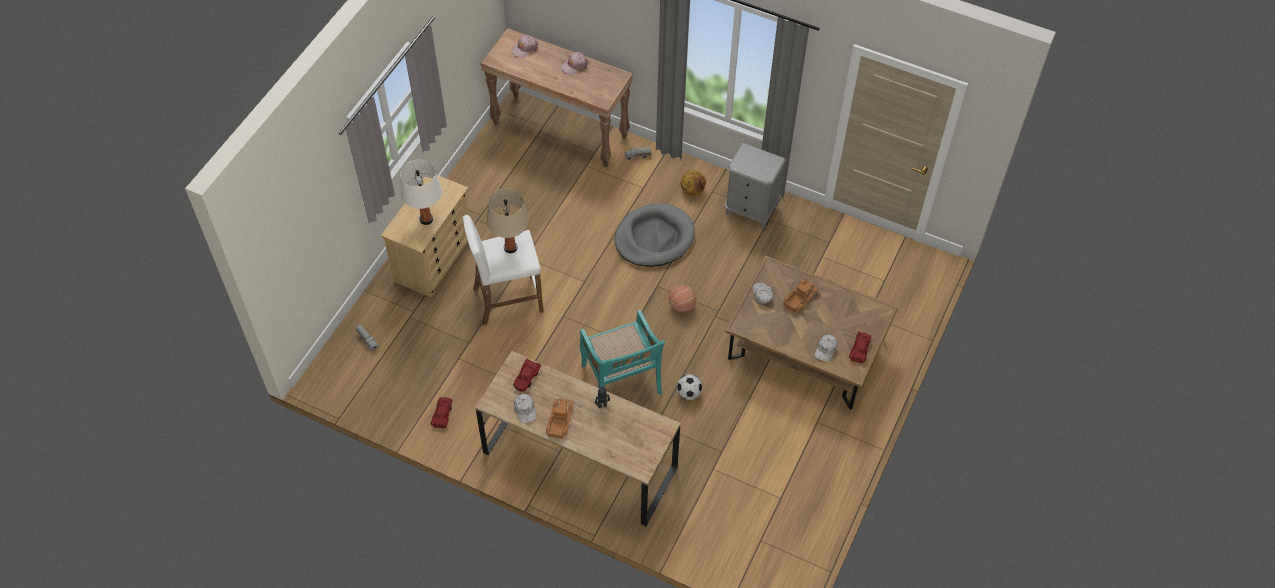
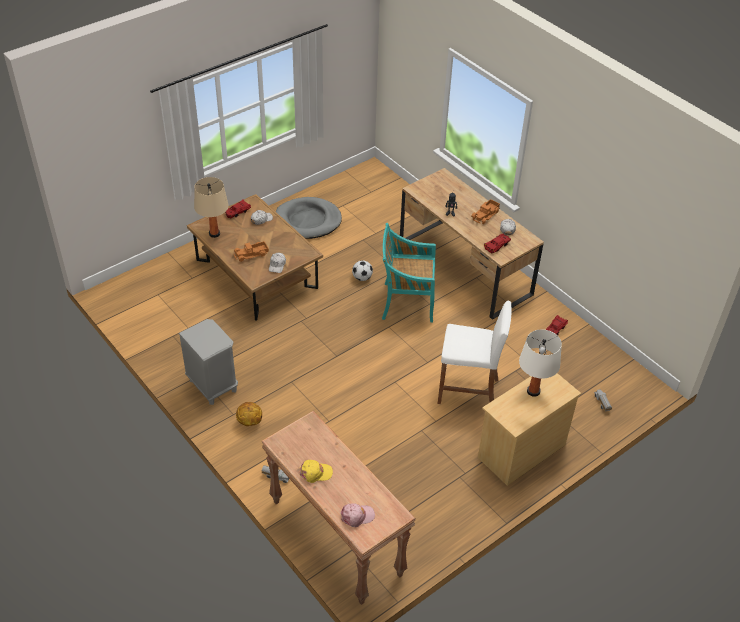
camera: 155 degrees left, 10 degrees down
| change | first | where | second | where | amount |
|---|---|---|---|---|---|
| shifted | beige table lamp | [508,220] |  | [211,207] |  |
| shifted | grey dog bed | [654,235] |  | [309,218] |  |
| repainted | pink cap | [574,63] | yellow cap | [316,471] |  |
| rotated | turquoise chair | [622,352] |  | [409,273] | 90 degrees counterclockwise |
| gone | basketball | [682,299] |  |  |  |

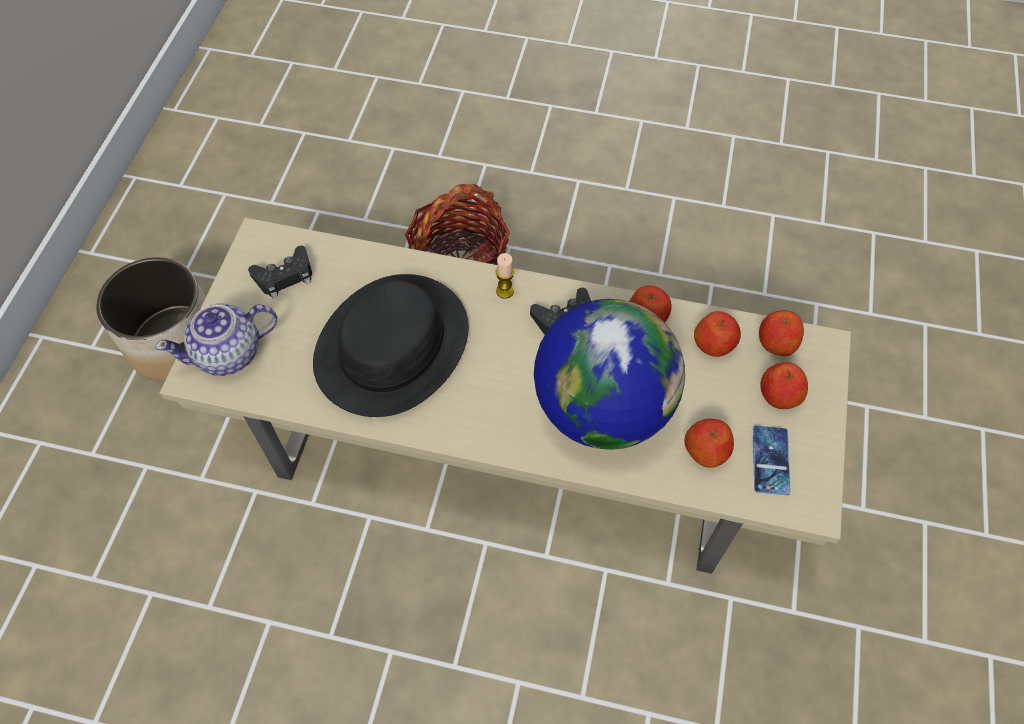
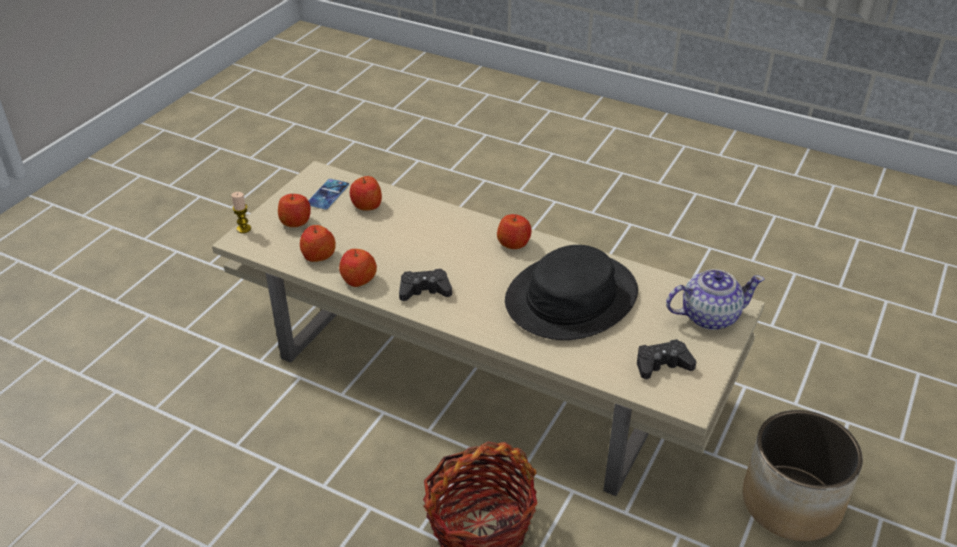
camera: 165 degrees left, 20 degrees down
| change | first | where | second | where | amount |
|---|---|---|---|---|---|
| shifted | candle | [505,276] |  | [241,212] |  |
| shifted | apple | [781,333] |  | [514,231] |  |
| gone | globe | [609,374] |  |  |  |

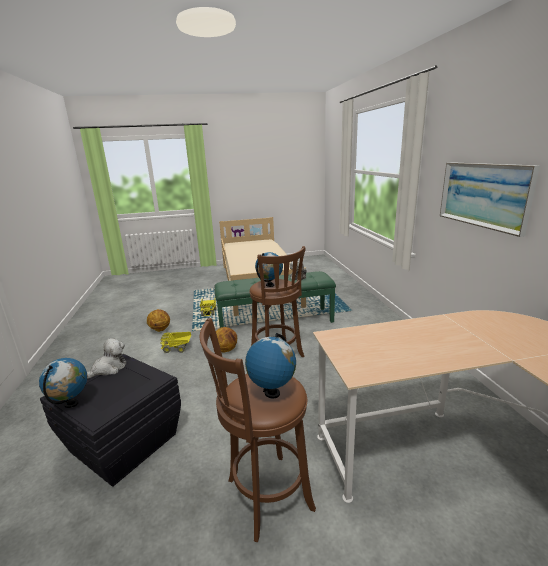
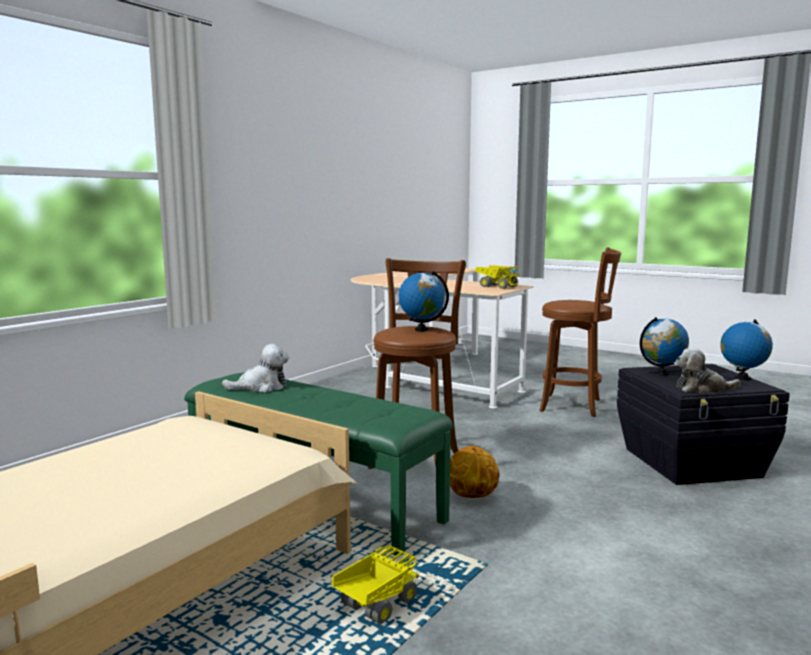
camera: 135 degrees left, 10 degrees down
| change | first | where | second | where | amount |
|---|---|---|---|---|---|
| shifted | toy truck | [175,342] |  | [497,277] |  |
| shifted | globe | [270,365] |  | [664,346] |  |
| gone | basketball | [158,320] |  |  |  |
| gone | picture | [490,199] |  |  |  |

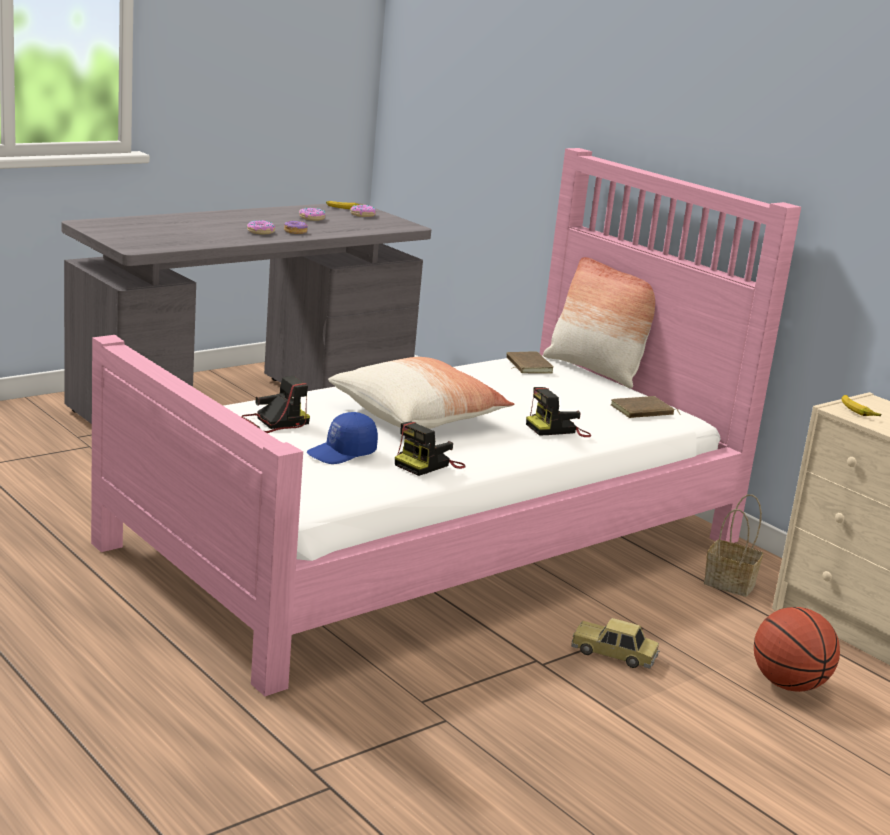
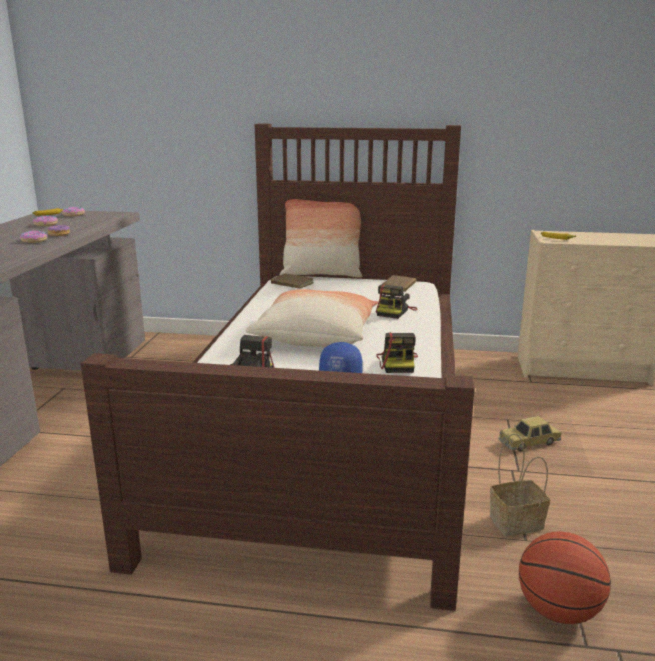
camera: 40 degrees left, 0 degrees up
| change | first | where | second | where | amount |
|---|---|---|---|---|---|
| repainted | pink bed | [446,422] | brown bed | [278,367] |  |
| shifted | basket | [733,545] |  | [520,484] |  |
| shifted | basketball | [797,649] |  | [565,578] |  |

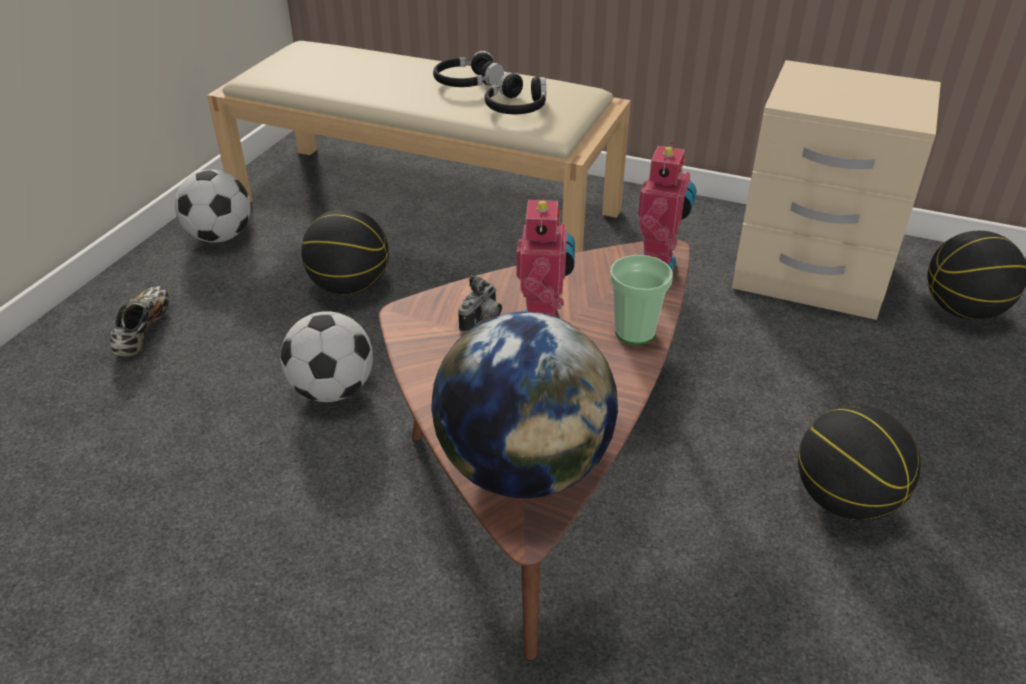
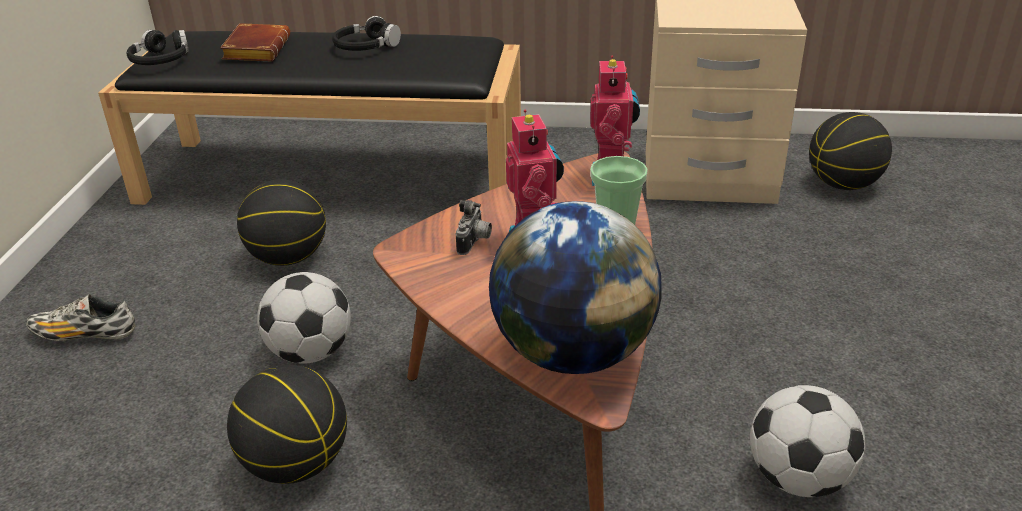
camera: 15 degrees left, 5 degrees down
| change | first | where | second | where | amount |
|---|---|---|---|---|---|
| rotated | shoe | [139,321] |  | [81,317] | 75 degrees counterclockwise |
| repainted | beige bench | [419,147] | black bench | [309,118] |  |
| shifted | black headphones | [515,93] |  | [158,47] |  |
| new |  |  | brown book | [255,42] |  |
| shifted | basketball | [859,463] |  | [287,424] |  |
| shifted | football | [213,206] |  | [807,441] |  |

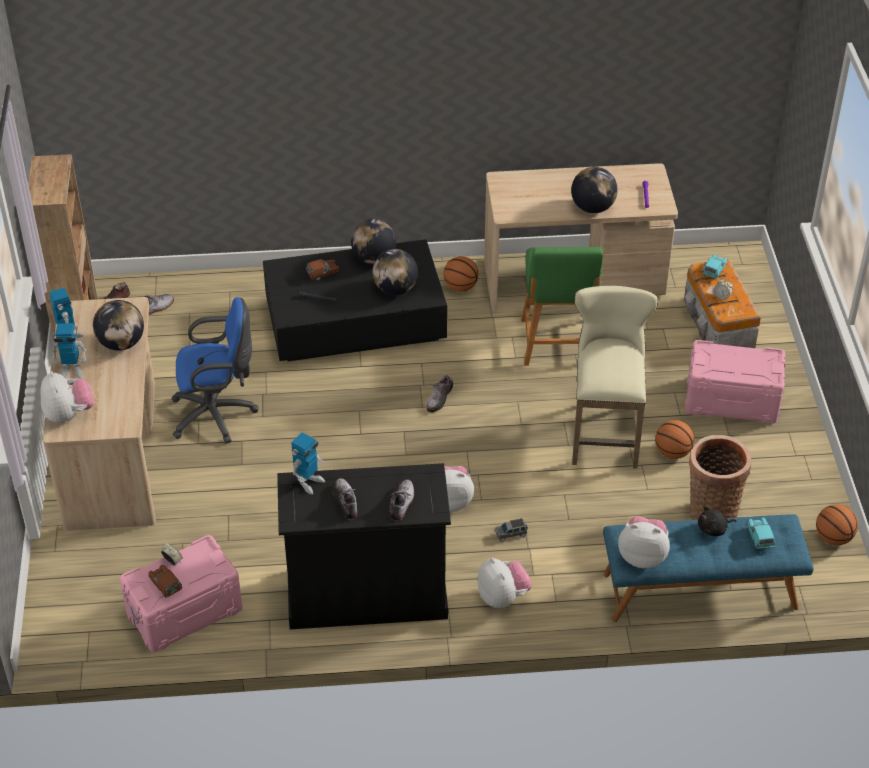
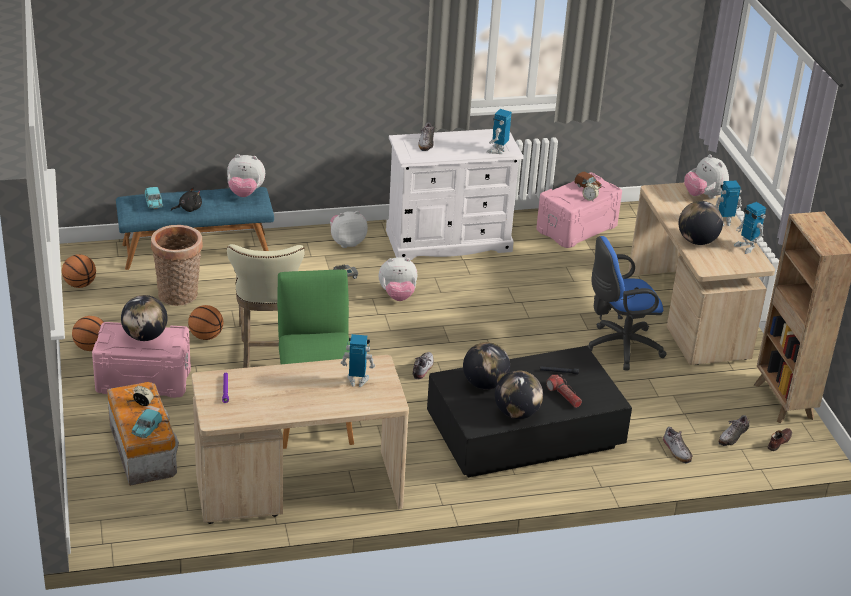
camera: 170 degrees right, 10 degrees down
| change | first | where | second | where | amount |
|---|---|---|---|---|---|
| shifted | basketball | [461,274] |  | [88,333] |  |
| shifted | globe | [594,190] |  | [144,318] |  |
| rotated | plush toy | [504,583] |  | [349,229] | 105 degrees clockwise |
| new |  |  | toy robot | [358,360] |  |
| repainted | black dresser | [364,546] | white dresser | [454,194] |  |
| swapped | brown toy car | [322,269] | flashlight | [564,391] |  |
| shifted | shoe | [344,499] |  | [678,445] |  |

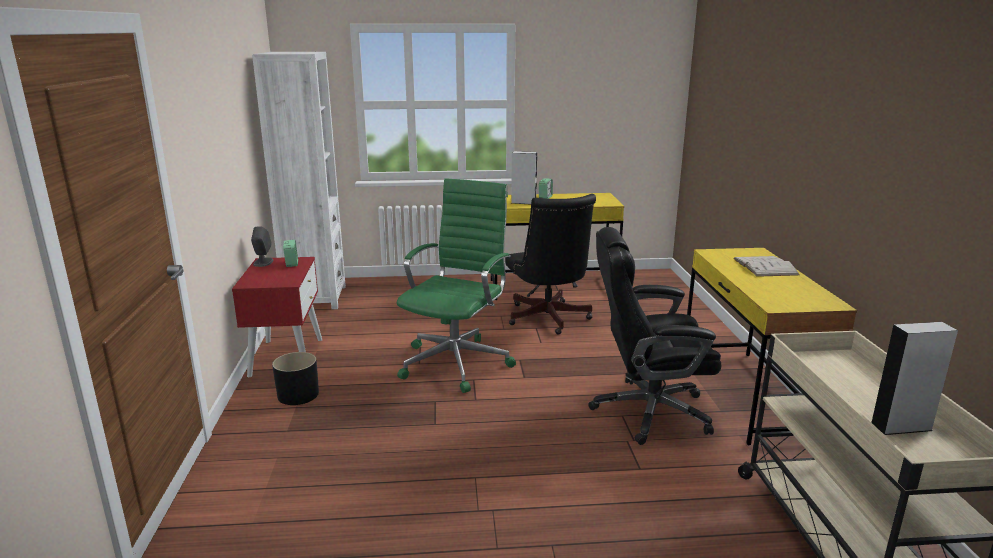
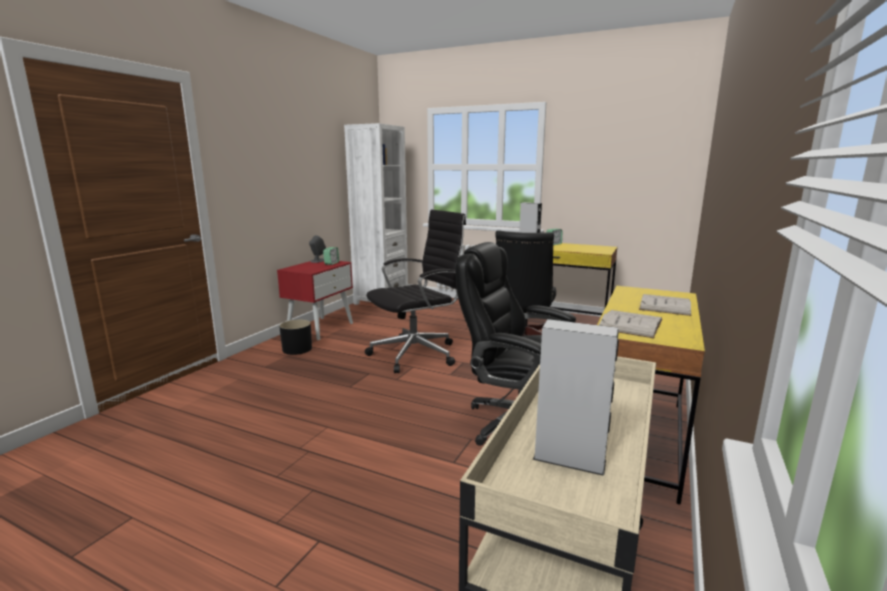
camera: 30 degrees right, 5 degrees down
| change | first | where | second | where | amount |
|---|---|---|---|---|---|
| repainted | green office chair | [456,285] | black office chair | [415,291] |  |
| new |  |  | white book | [630,324] |  |

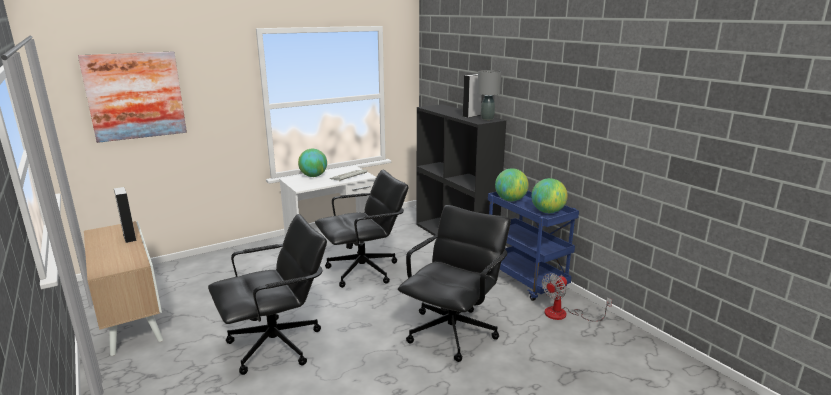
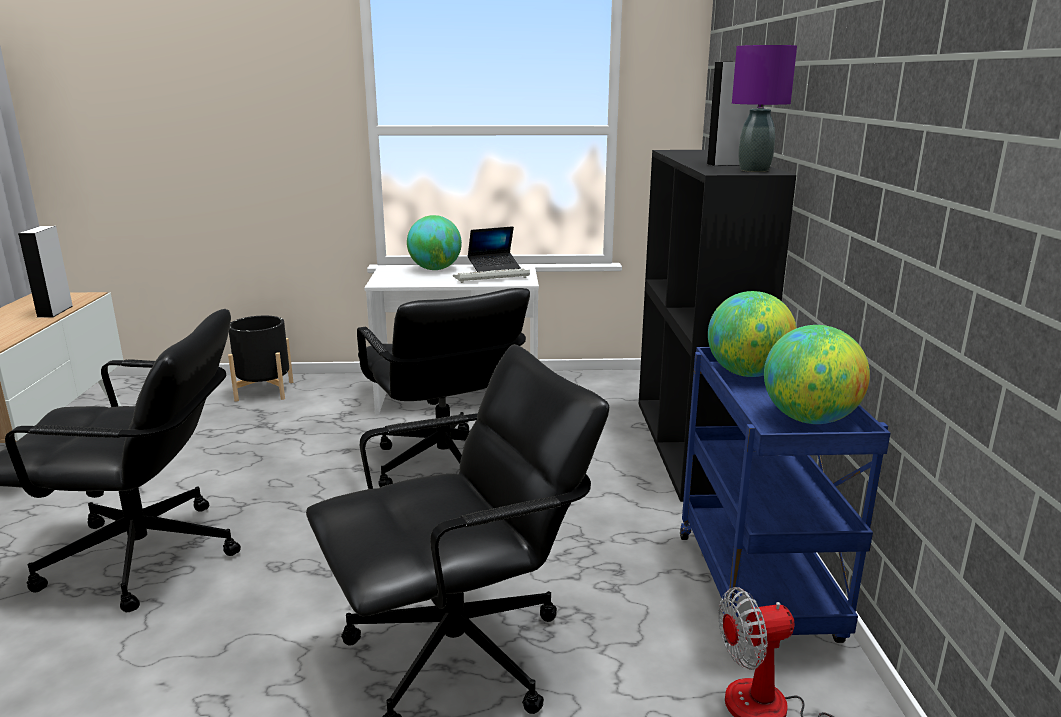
camera: 30 degrees right, 0 degrees up
| change | first | where | second | where | amount |
|---|---|---|---|---|---|
| new |  |  | black planter | [260,359] |  |
| rotated | black office chair | [361,229] |  | [443,387] | 60 degrees clockwise |
| new |  |  | laptop | [494,249] |  |
| repainted | grey table lamp | [489,95] | purple table lamp | [764,108] |  |
| gone | picture | [132,97] |  |  |  |

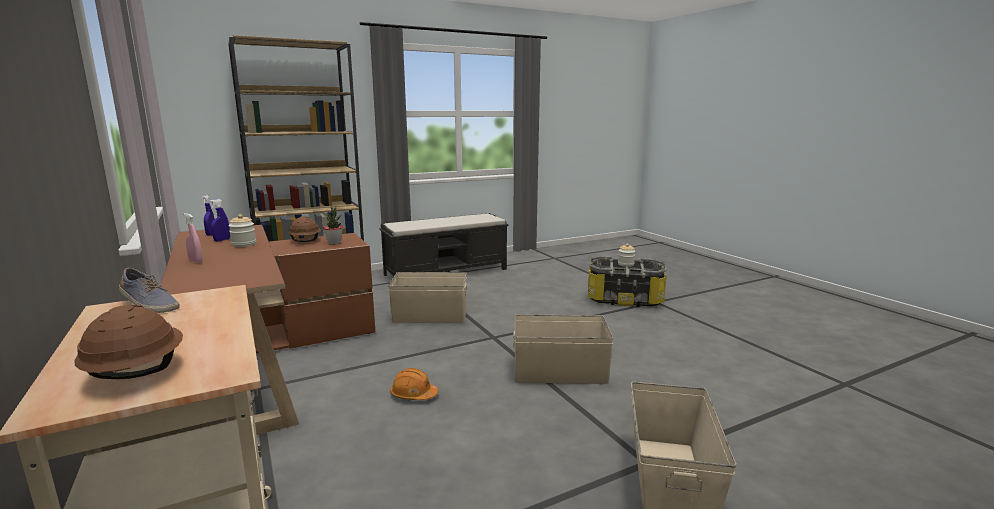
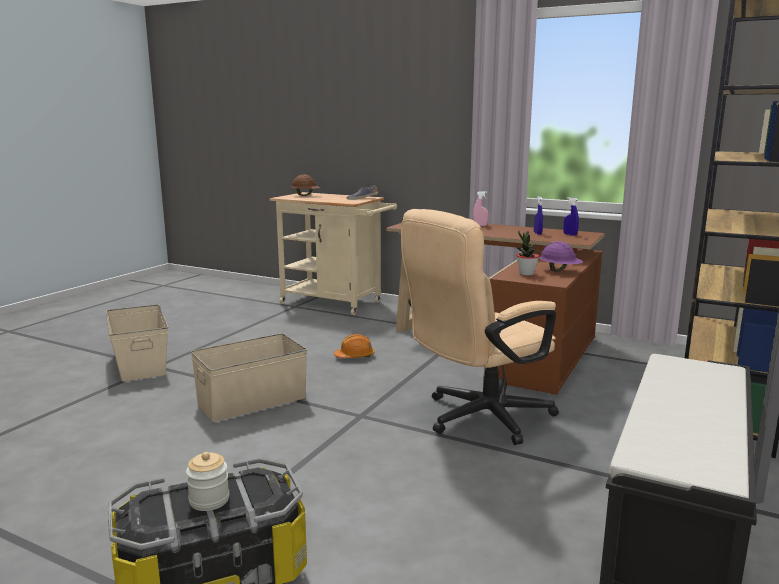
camera: 145 degrees right, 0 degrees up
| change | first | where | second | where | amount |
|---|---|---|---|---|---|
| swapped | beige storage box | [427,297] | beige office chair | [480,327] |  |
| repainted | brown hard hat | [304,229] | purple hard hat | [561,256] |  |
| gone | jar | [242,230] |  |  |  |

